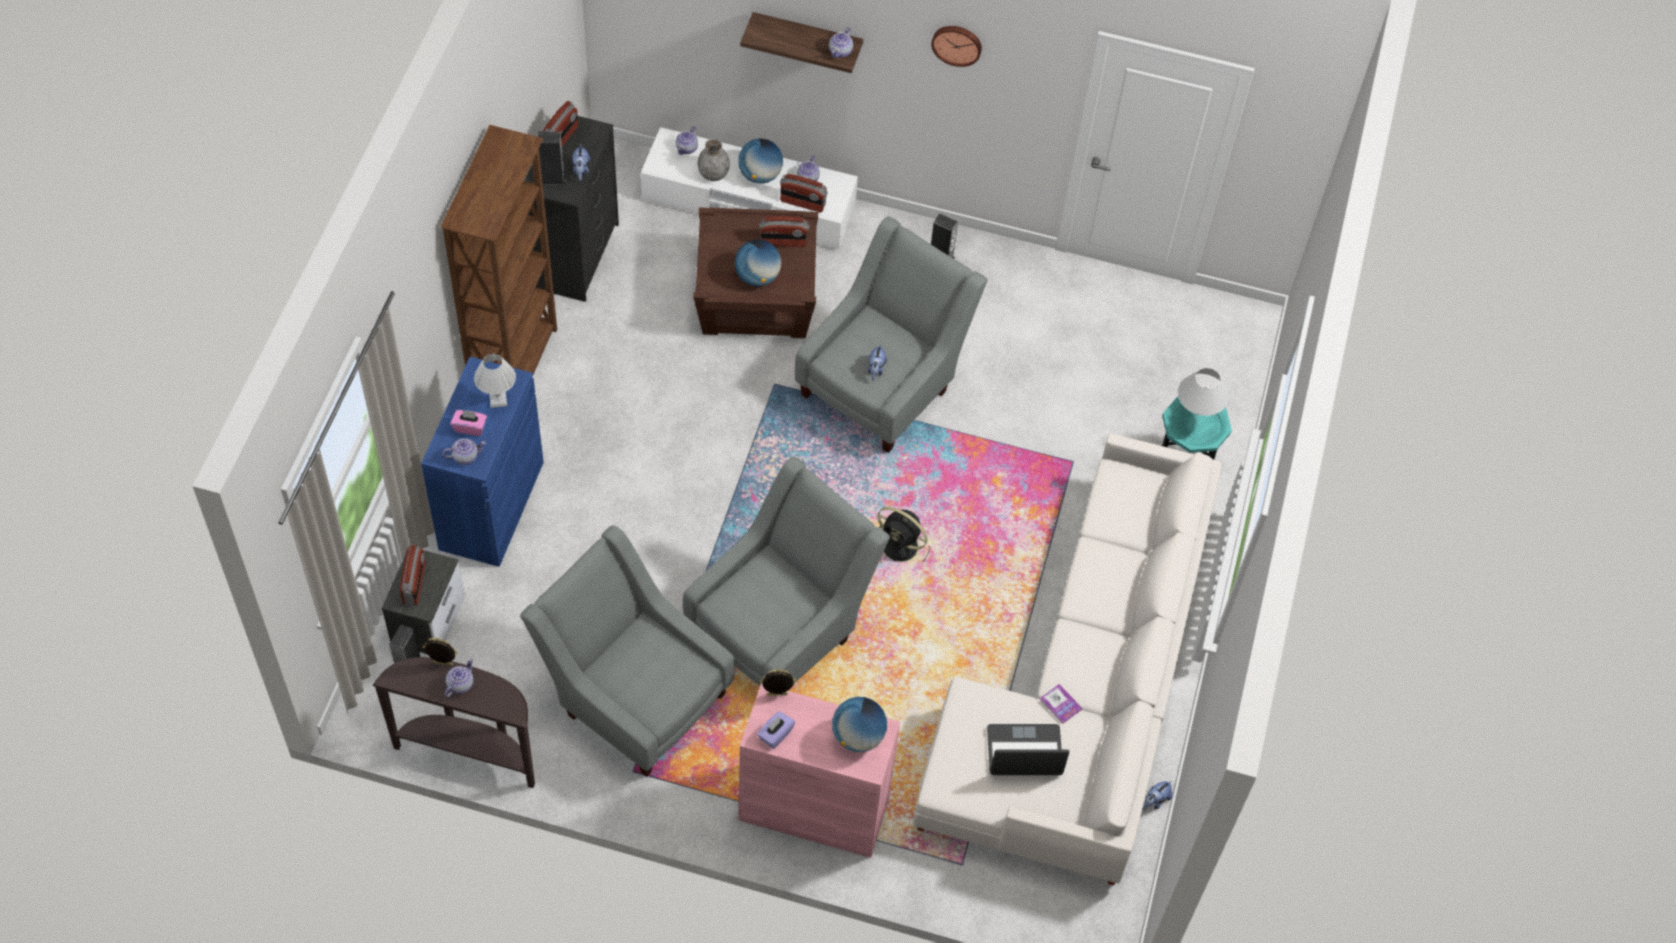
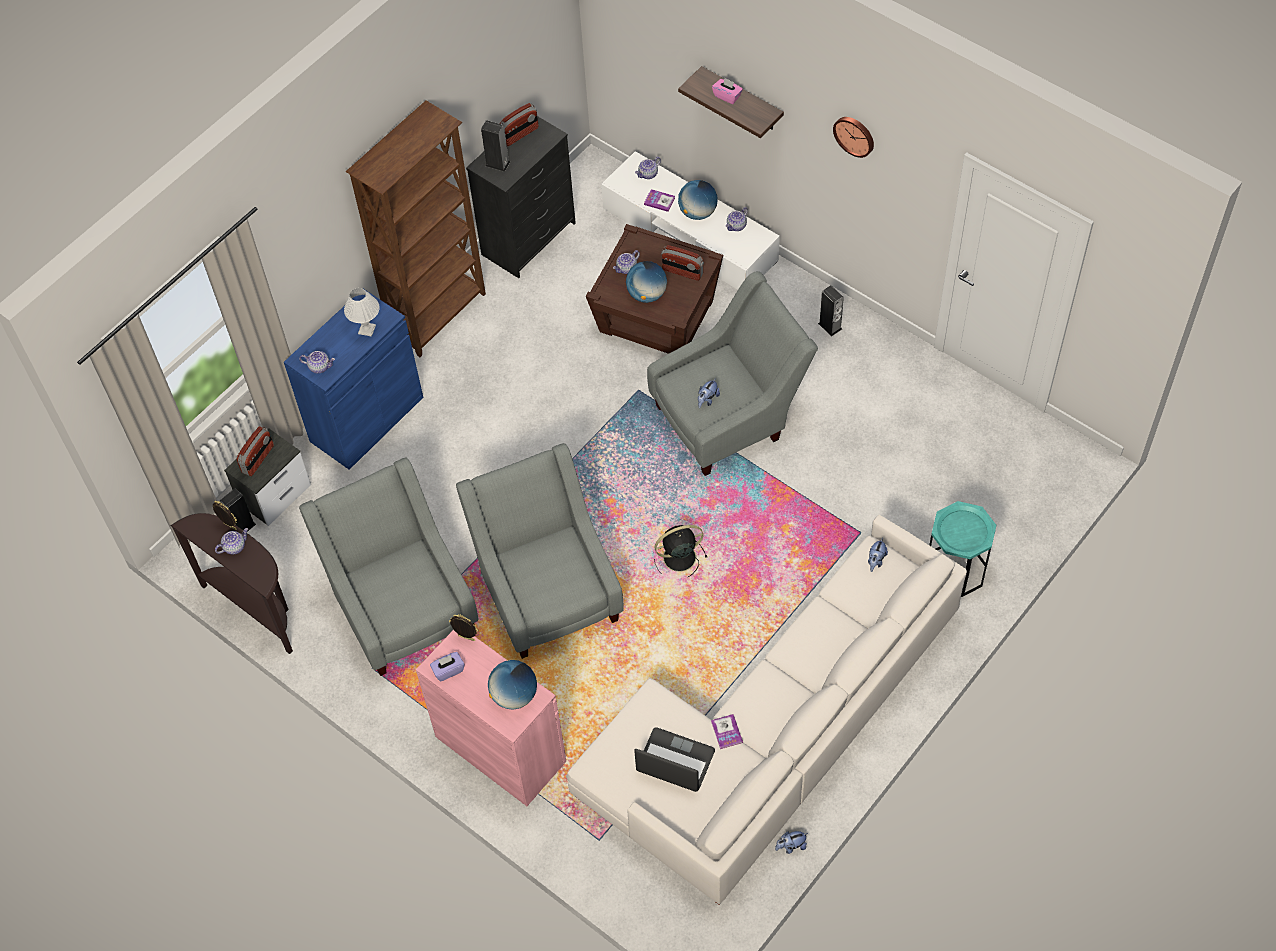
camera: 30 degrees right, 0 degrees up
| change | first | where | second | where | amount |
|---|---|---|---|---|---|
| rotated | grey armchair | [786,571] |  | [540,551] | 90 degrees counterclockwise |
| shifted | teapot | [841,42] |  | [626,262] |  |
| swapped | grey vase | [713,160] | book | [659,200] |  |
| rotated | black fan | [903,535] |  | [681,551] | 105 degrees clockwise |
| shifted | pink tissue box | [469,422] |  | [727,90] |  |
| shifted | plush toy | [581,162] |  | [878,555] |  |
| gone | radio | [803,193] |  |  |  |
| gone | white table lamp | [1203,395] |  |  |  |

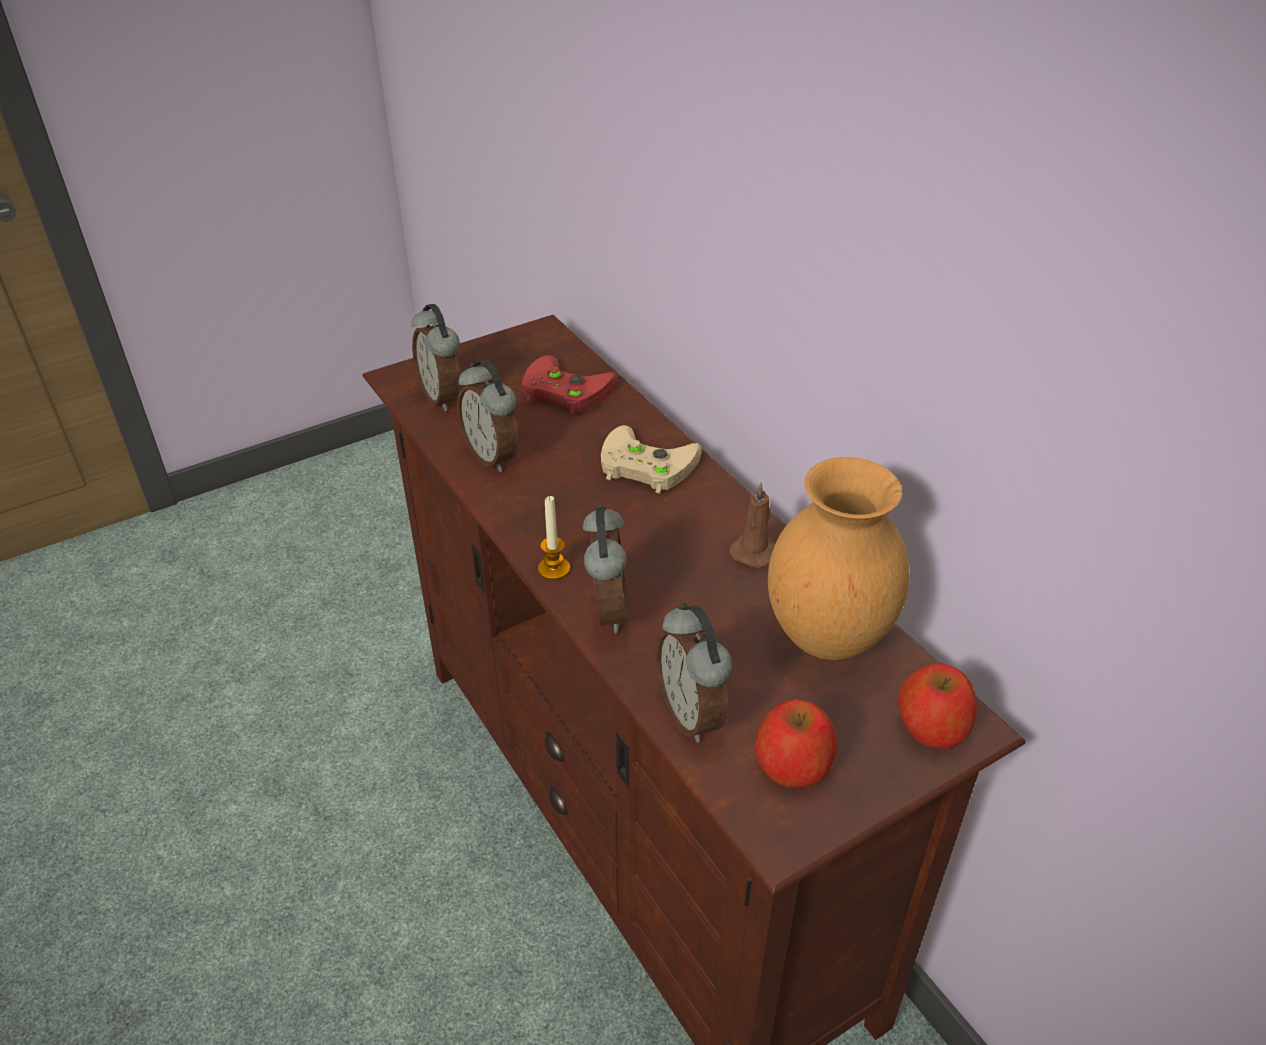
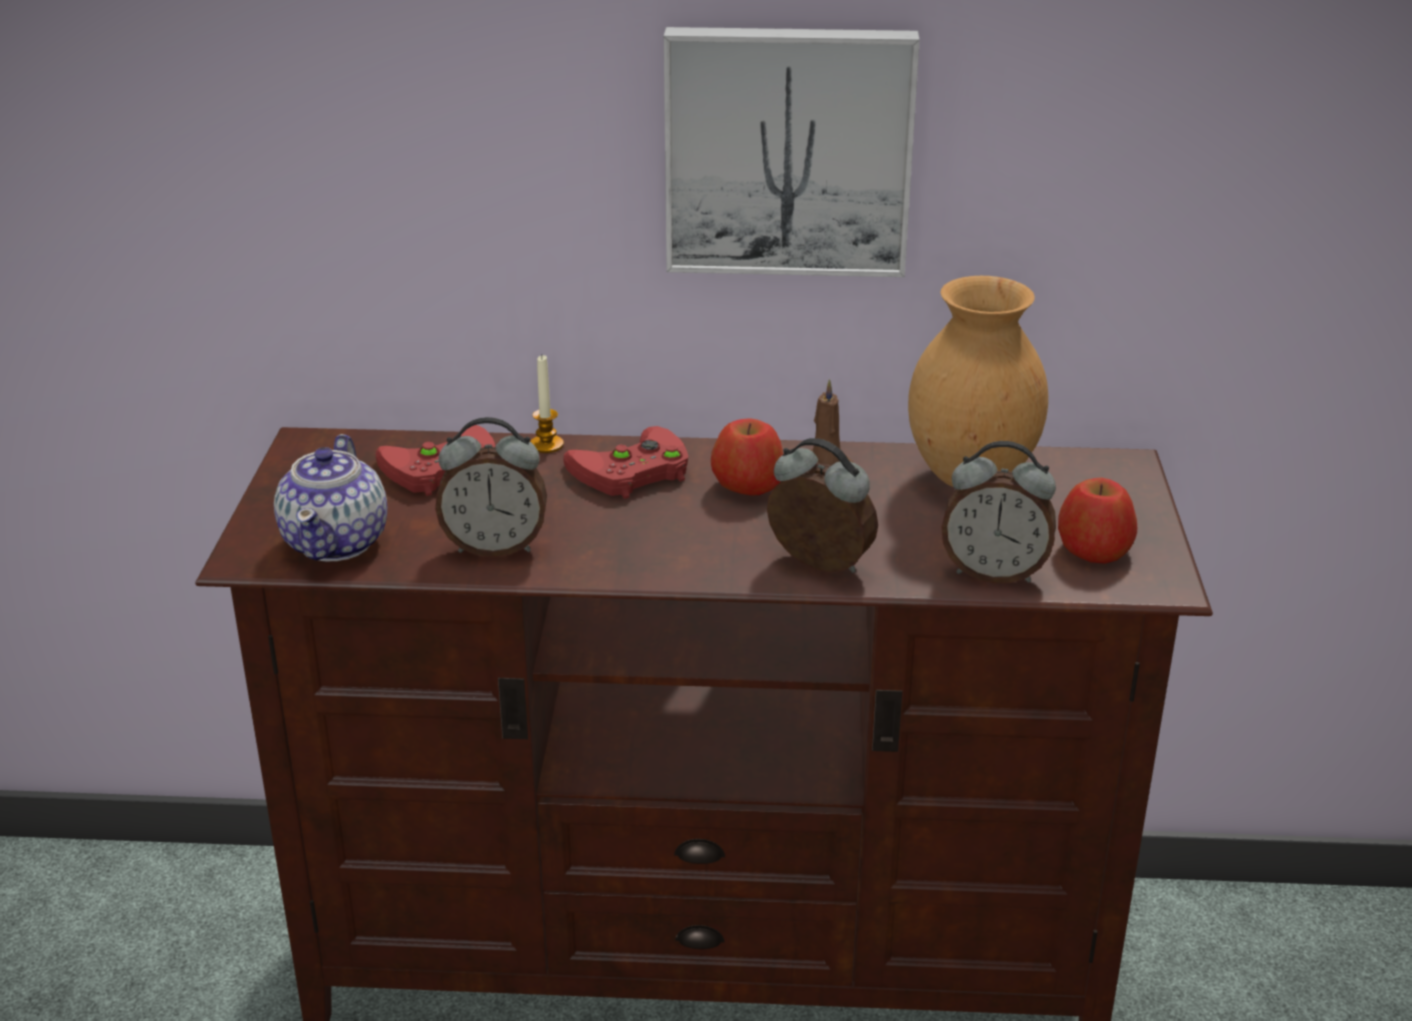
camera: 55 degrees left, 10 degrees down
| change | first | where | second | where | amount |
|---|---|---|---|---|---|
| swapped | alarm clock | [436,357] | teapot | [330,497] |  |
| shifted | candle | [554,538] |  | [547,404] |  |
| repainted | beige game controller | [651,459] | red game controller | [626,462] |  |
| new |  |  | picture | [792,152] |  |
| shifted | apple | [937,706] |  | [747,457] |  |

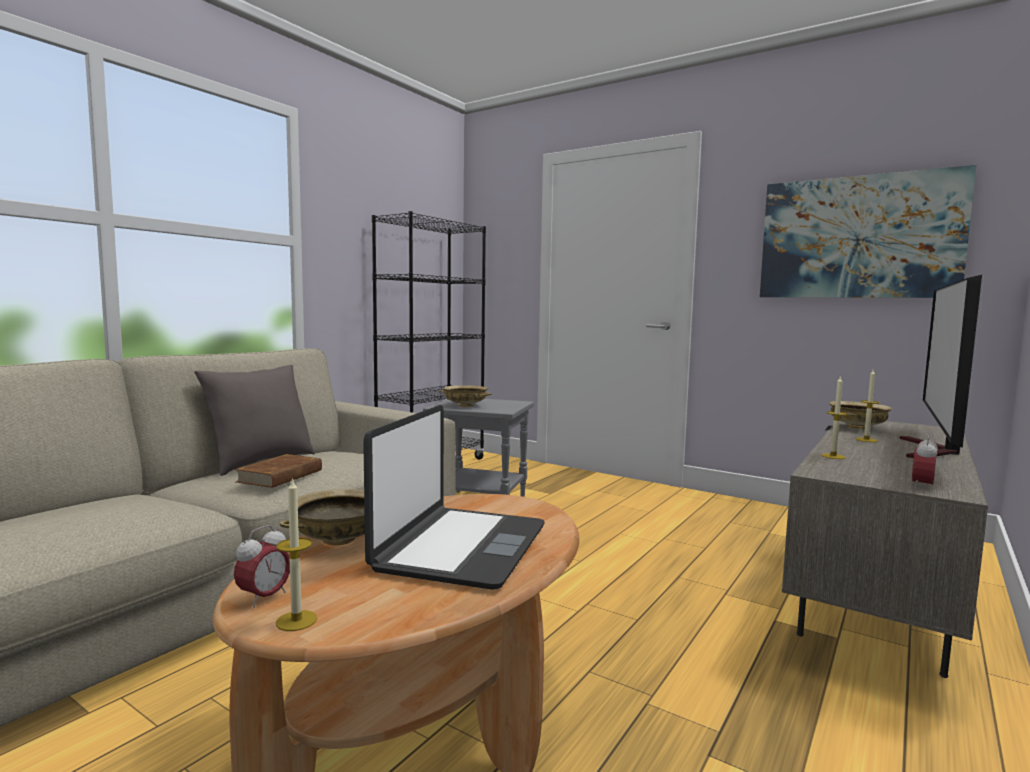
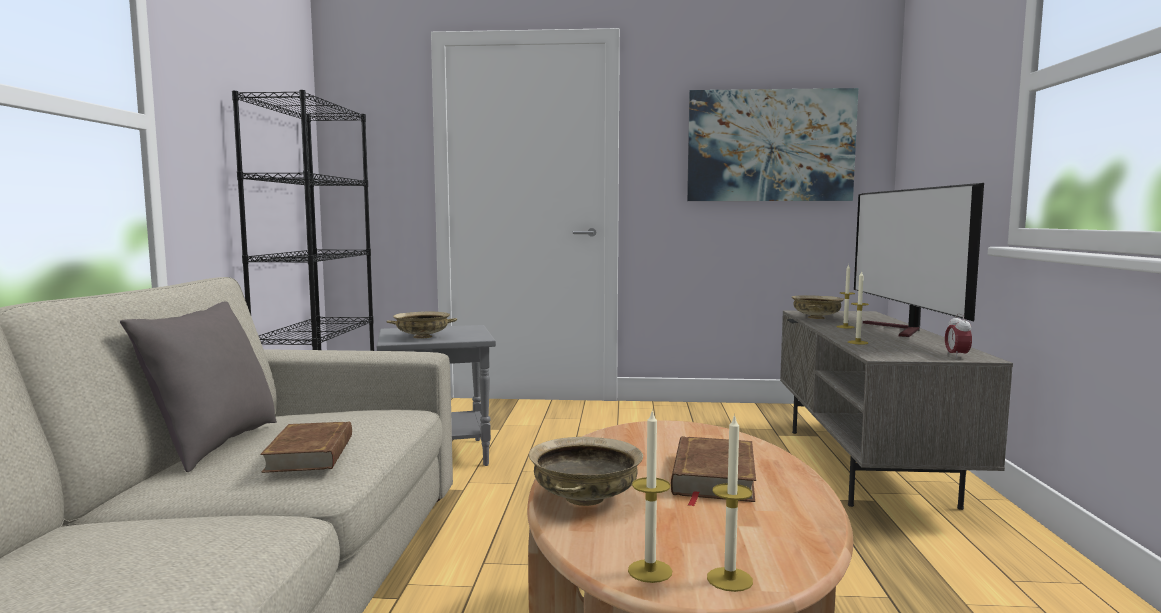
camera: 30 degrees left, 0 degrees up
| change | first | where | second | where | amount |
|---|---|---|---|---|---|
| swapped | alarm clock | [262,566] | candle | [650,496] |  |
| swapped | laptop | [454,497] | brown book | [713,471] |  |

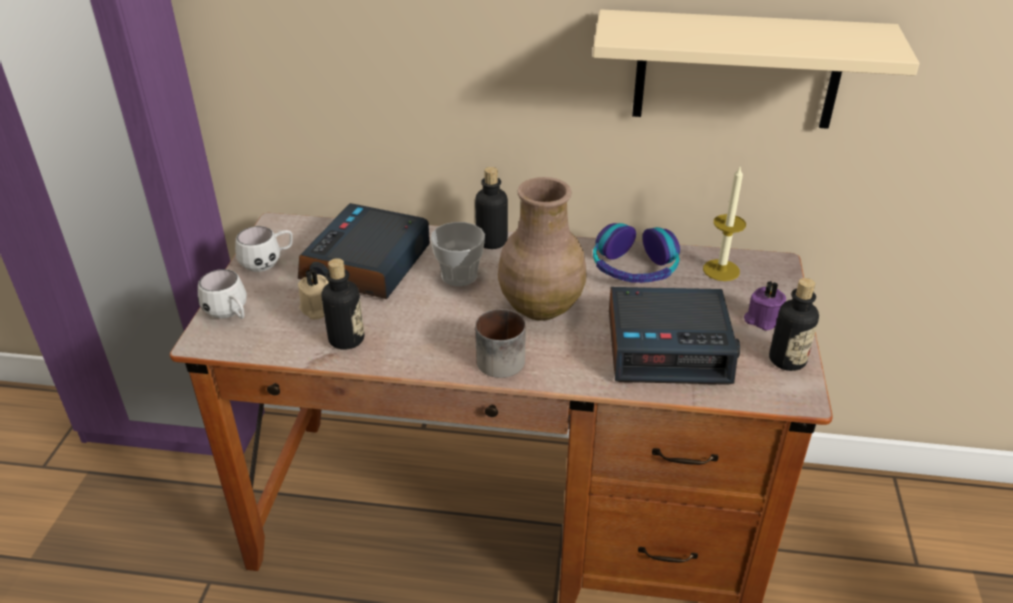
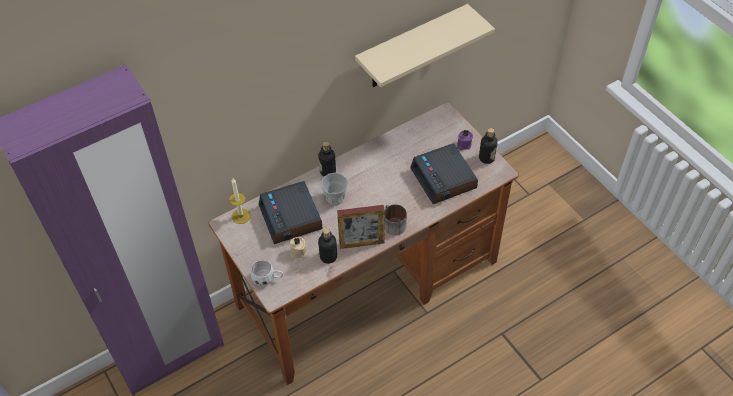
camera: 40 degrees left, 15 degrees up
| change | first | where | second | where | amount |
|---|---|---|---|---|---|
| shifted | candle | [724,223] |  | [240,201] |  |
| new |  |  | picture frame | [361,227] |  |
| rotated | alarm clock | [674,336] |  | [444,174] | 105 degrees clockwise |
| gone | white mug | [264,249] |  |  |  |
| gone | brown vase | [542,249] |  |  |  |
| gone | headphones | [636,253] |  |  |  |

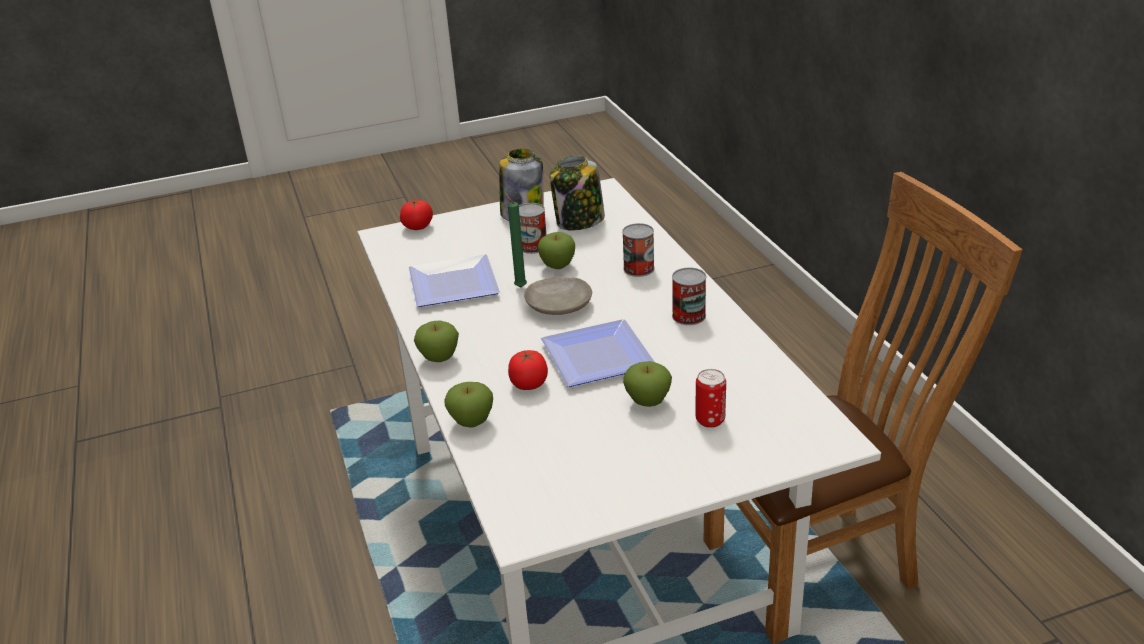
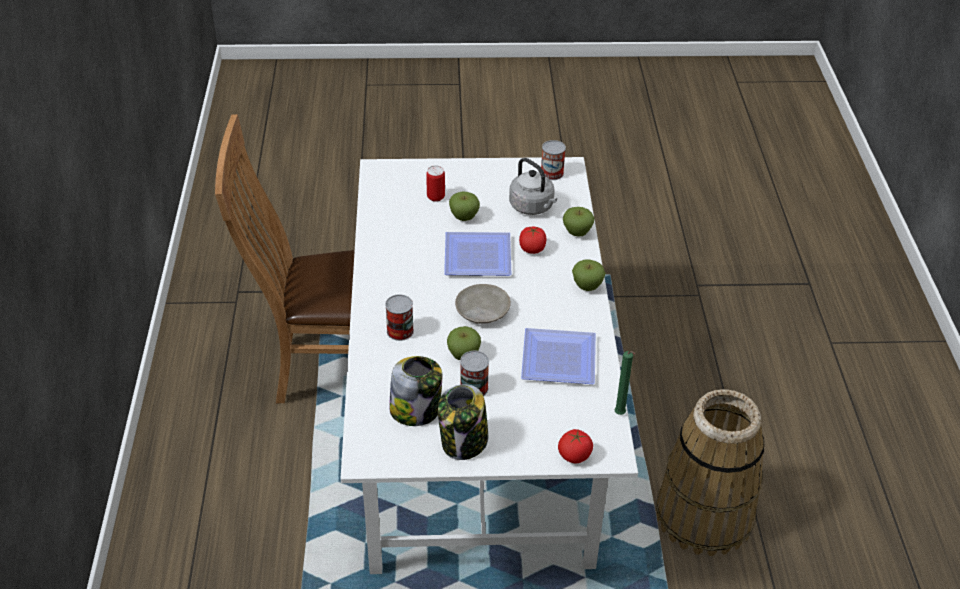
camera: 165 degrees left, 10 degrees up
| change | first | where | second | where | amount |
|---|---|---|---|---|---|
| new |  |  | grey kettle | [533,186] |  |
| shifted | can | [689,296] |  | [553,160] |  |
| shifted | green candle | [515,239] |  | [625,383] |  |
| new |  |  | basket | [710,472] |  |

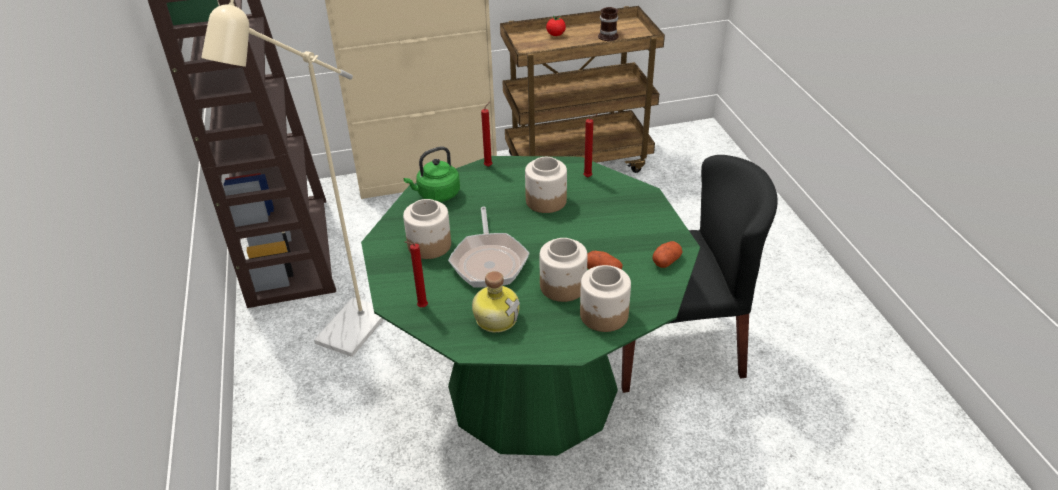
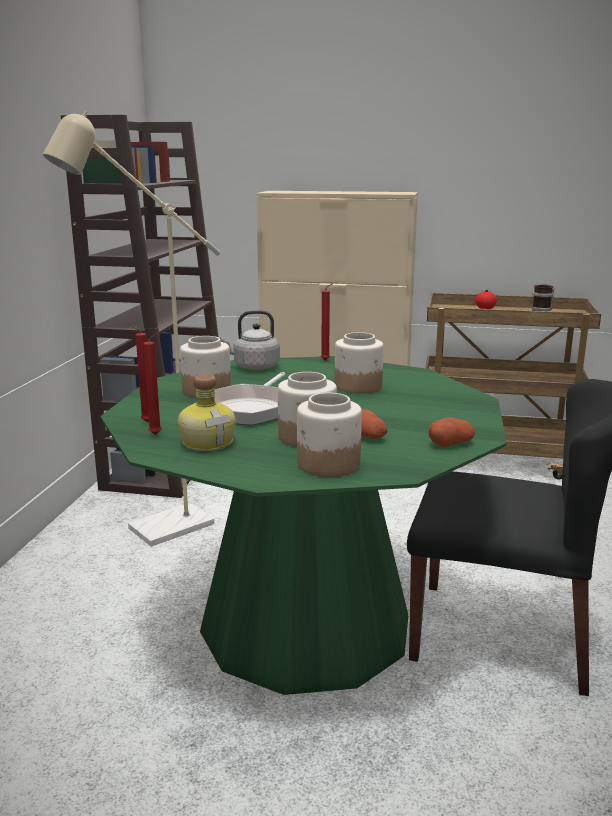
camera: 25 degrees right, 20 degrees down
| change | first | where | second | where | amount |
|---|---|---|---|---|---|
| shifted | red candle | [590,145] |  | [152,384] |  |
| repainted | green kettle | [432,174] | grey kettle | [250,340] |  |

